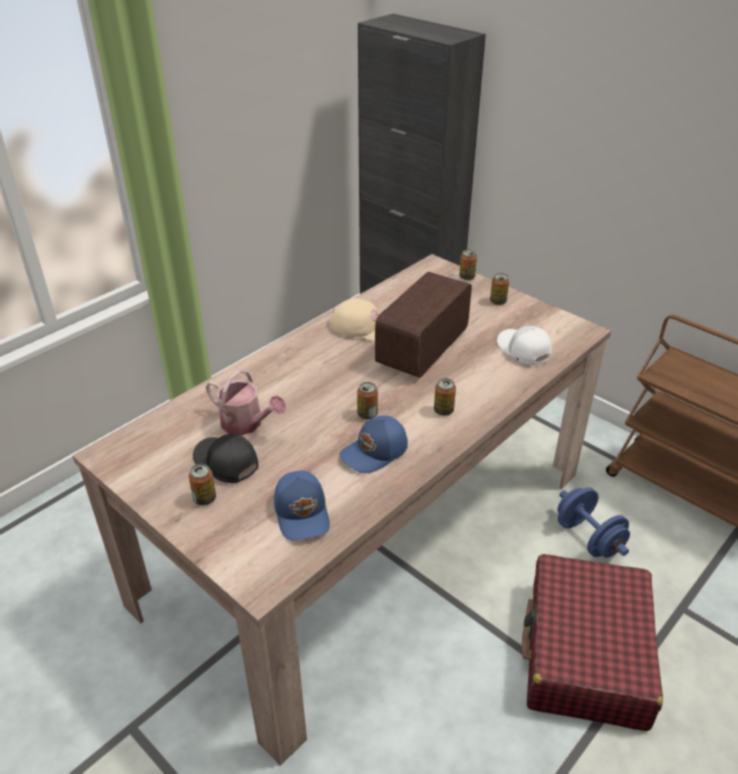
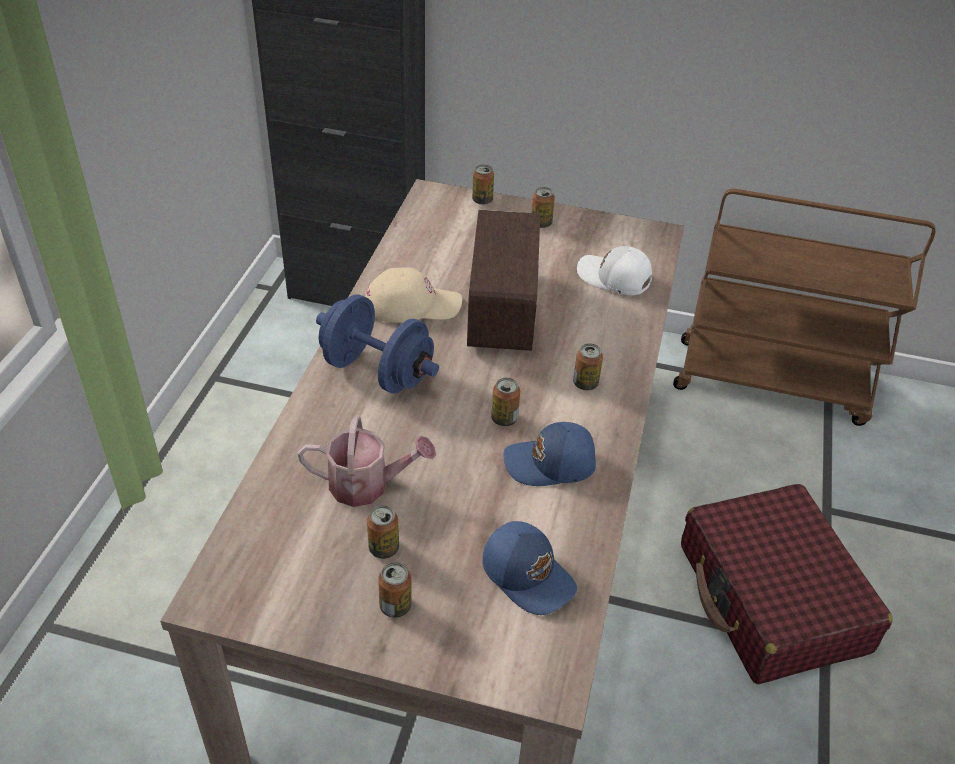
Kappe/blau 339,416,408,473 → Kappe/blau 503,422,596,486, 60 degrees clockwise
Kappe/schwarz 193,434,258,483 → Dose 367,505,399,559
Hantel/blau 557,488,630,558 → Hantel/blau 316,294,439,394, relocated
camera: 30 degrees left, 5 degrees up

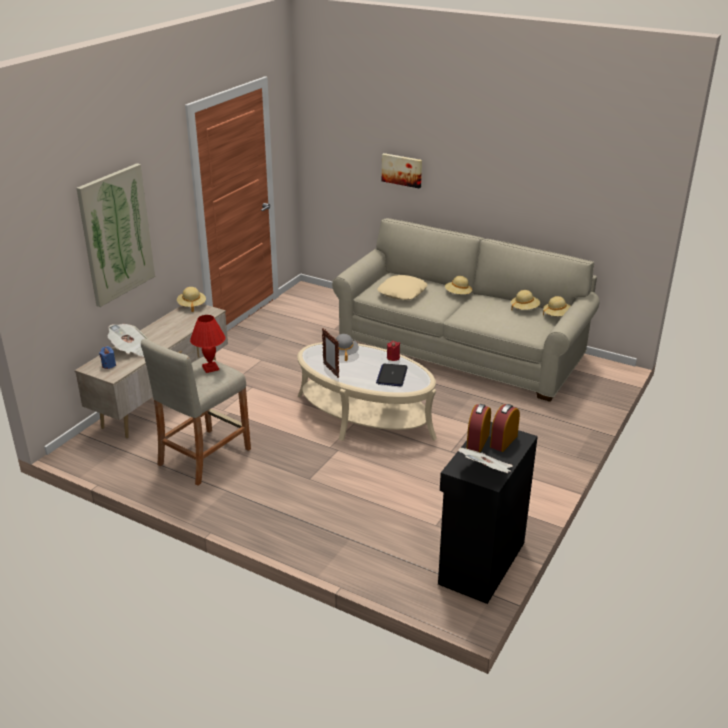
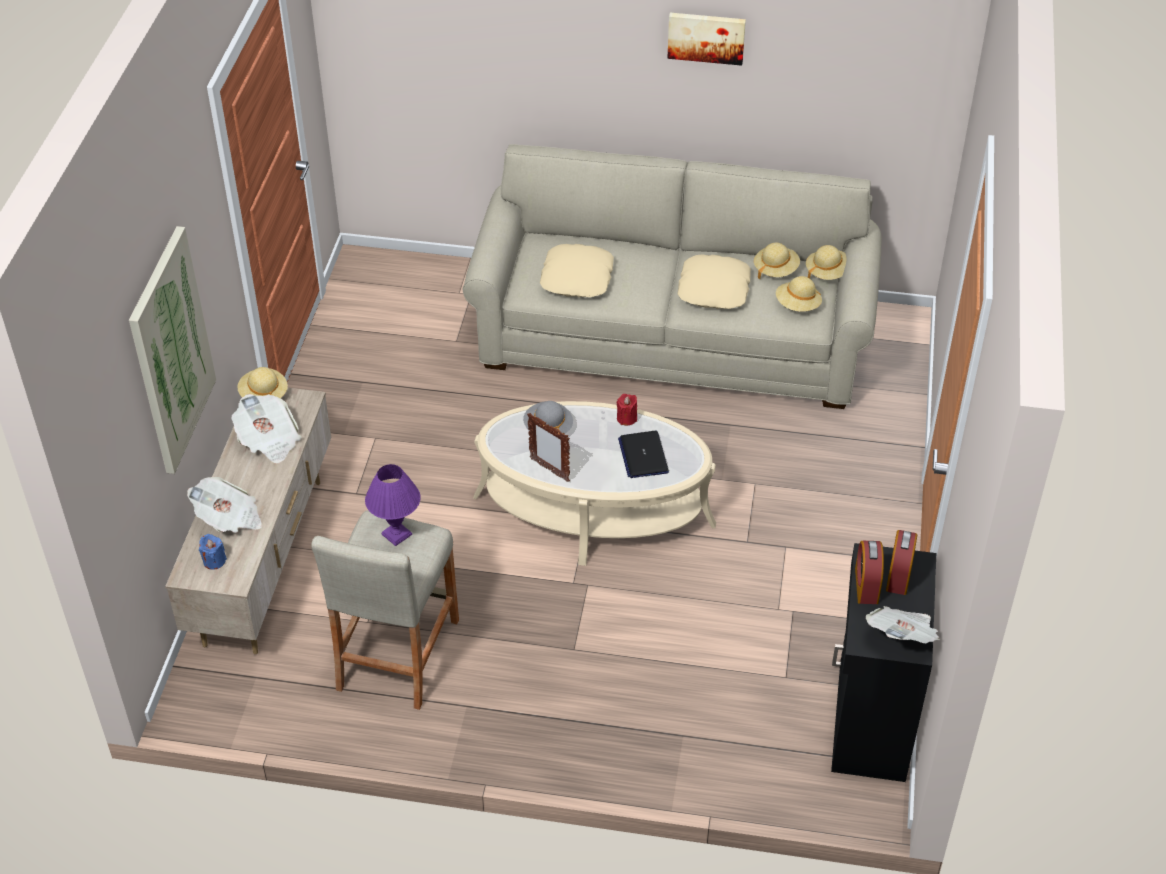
Bild 382,153,422,189 → Bild 667,13,746,66, relocated
Hut/beige 445,276,472,294 → Hut/beige 776,276,822,311, relocated
Tischlampe/rot 190,315,225,373 → Tischlampe/lila 365,464,421,546
- → Kissen/beige 677,254,751,309
- → Zeitung 231,394,302,463
camera: 20 degrees left, 15 degrees up

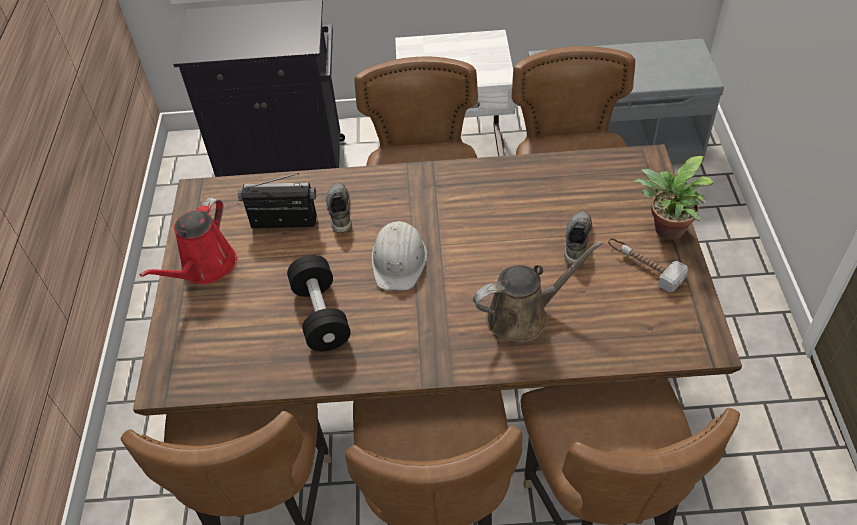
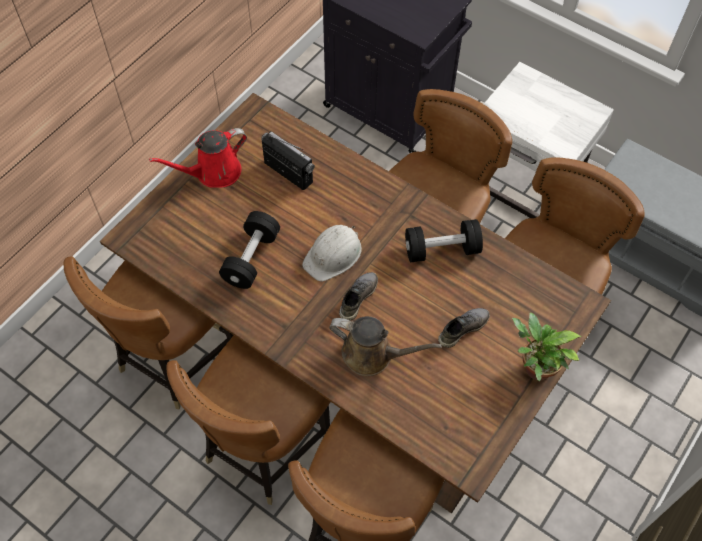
Schuh/grau 326,183,352,233 → Schuh/grau 339,272,378,321, relocated
Hammer 608,238,688,292 → -
- → Hantel/schwarz 405,219,483,262
camera: 35 degrees right, 10 degrees up

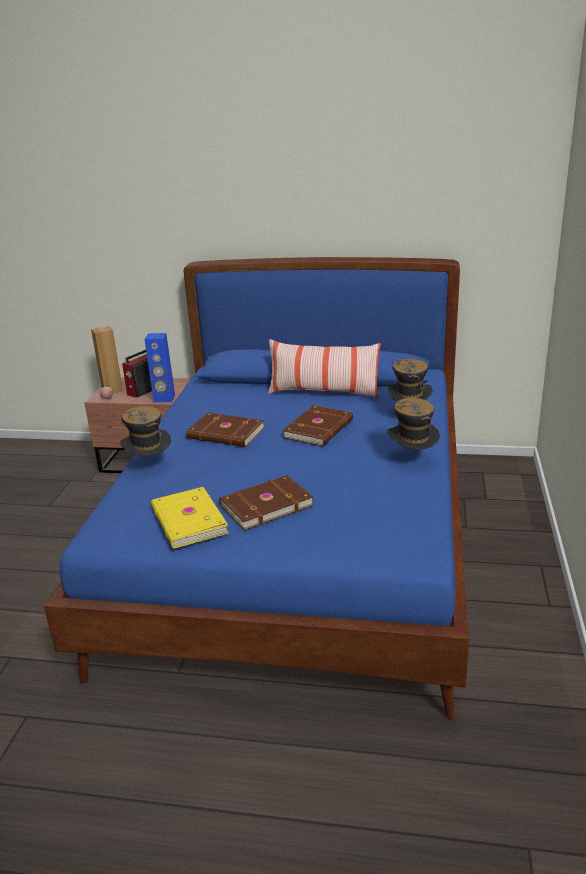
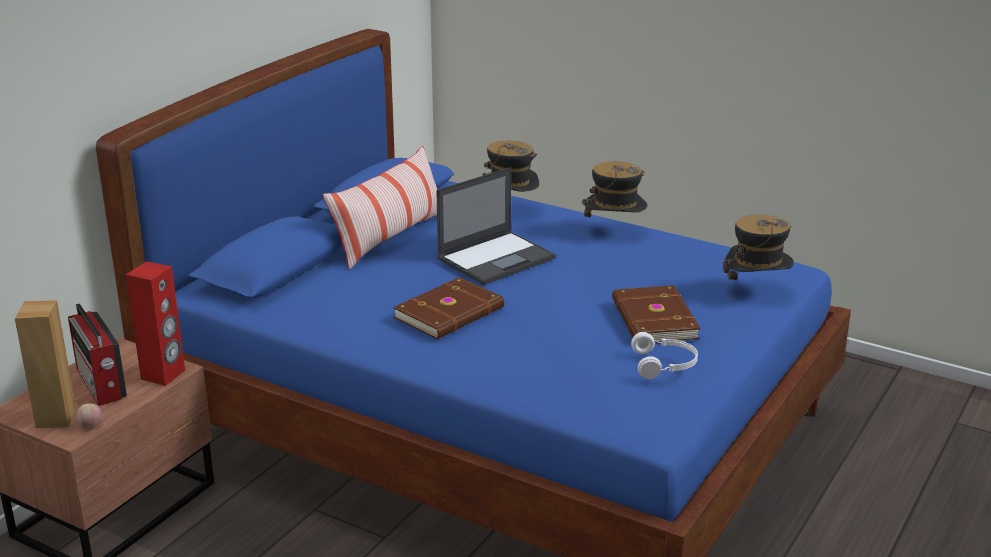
Lautsprecher/blau 144,333,175,403 → Lautsprecher/rot 126,261,185,386
Buch/braun 282,405,353,446 → Laptop 436,167,556,285
Hut 120,406,171,459 → Hut 723,215,794,300, relocated
Buch/gelb 151,487,228,549 → Kopfhörer/weiß 631,332,698,379
camera: 70 degrees left, 0 degrees up

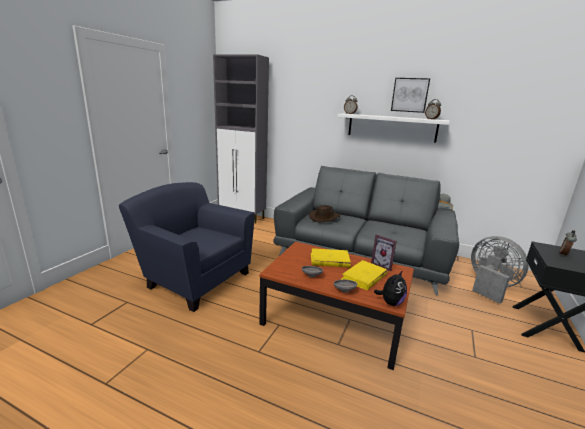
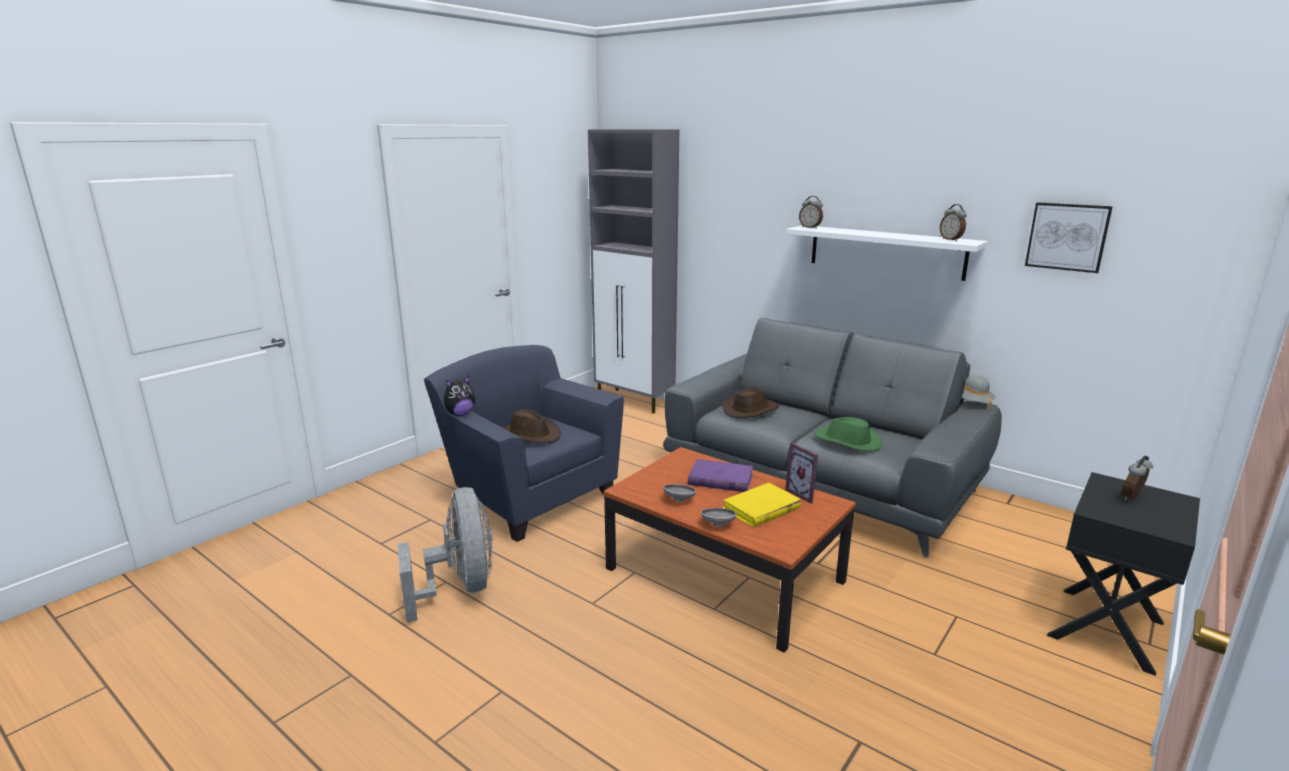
Bild 391,78,430,113 → Bild 1025,202,1113,273, relocated
Ventilator/grau 471,236,529,304 → Ventilator/grau 398,487,493,623, relocated
Buch/gelb 311,248,351,267 → Buch/lila 688,459,753,492
Plüschtier 374,270,407,306 → Plüschtier 444,376,475,416, relocated
- → Hut/braun 503,409,561,443
- → Hut/grün 814,417,882,451
camera: 15 degrees right, 0 degrees up

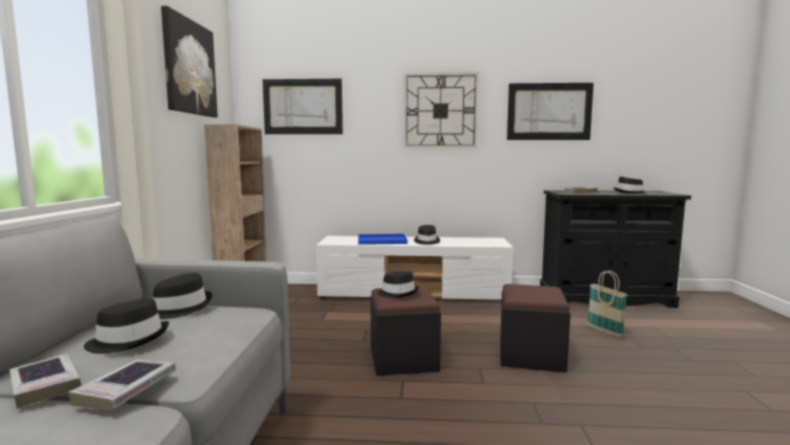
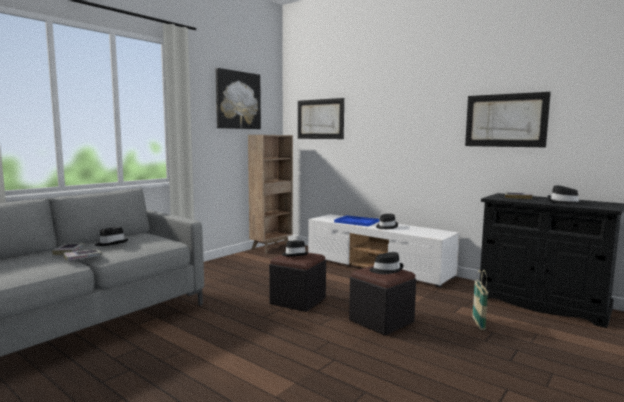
Wanduhr 404,72,479,148 → -
Hut/schwarz 153,273,212,319 → Hut/schwarz 369,252,404,274, relocated
camera: 35 degrees right, 0 degrees up

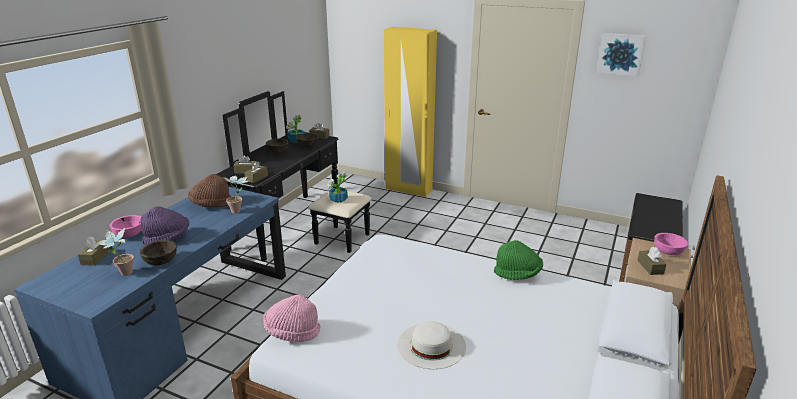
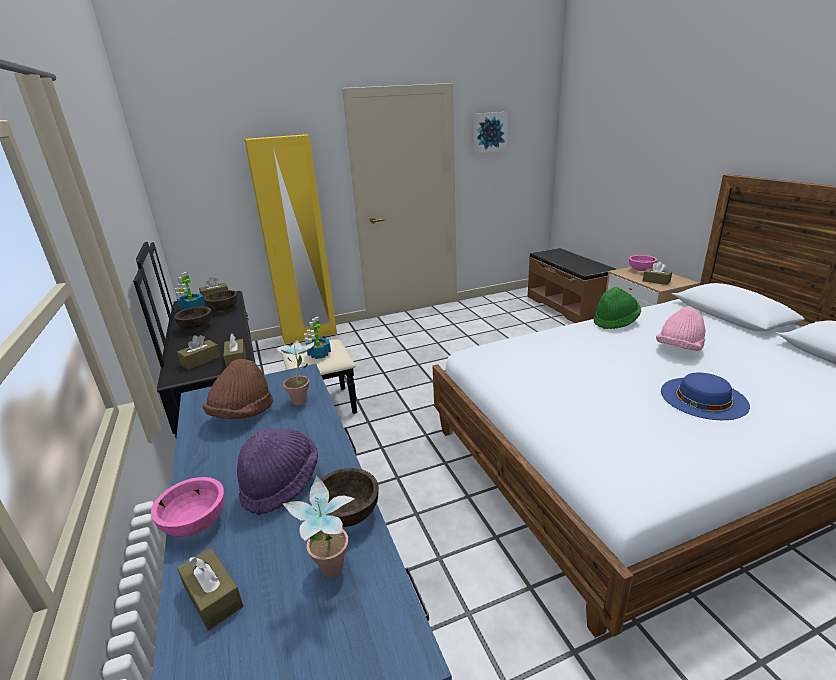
Hut/rosa 263,295,320,342 → Hut/rosa 656,306,705,351, relocated
Hut/weiß 397,321,466,369 → Hut/blau 661,373,750,420
camera: 45 degrees left, 0 degrees up

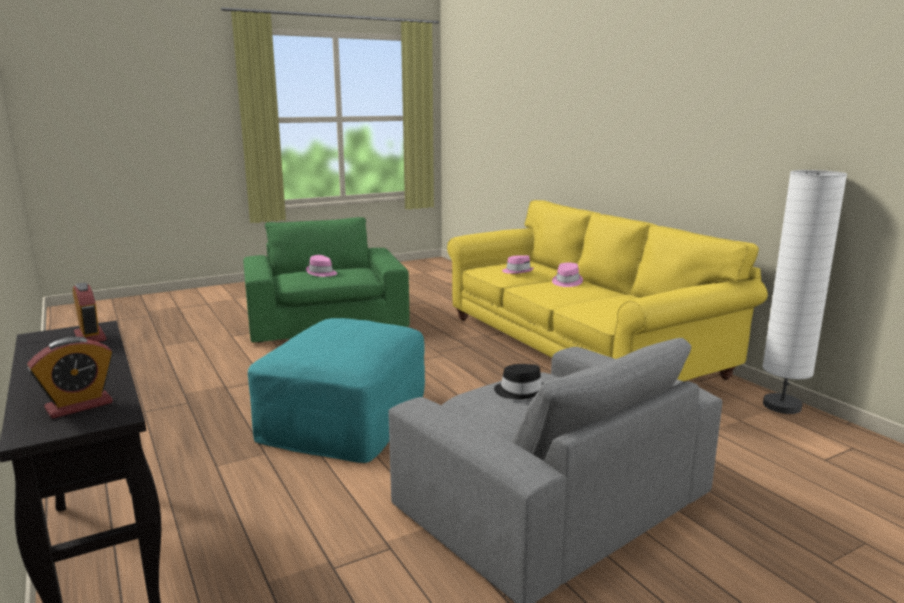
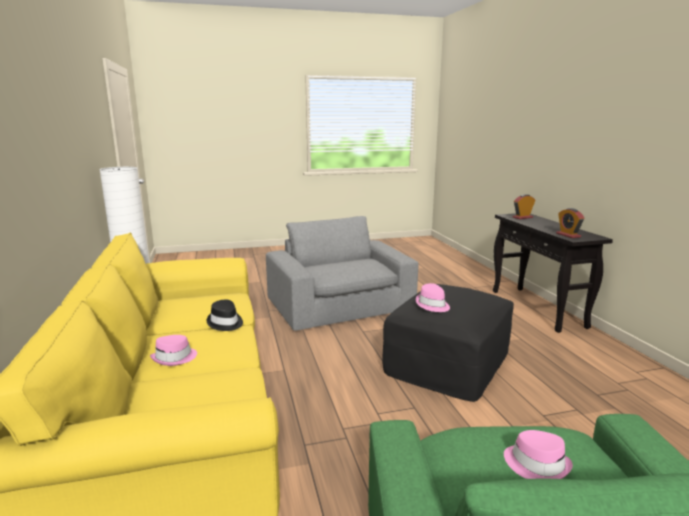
Hut/rosa 502,255,534,274 → Hut/rosa 416,283,450,312, relocated
Polsterhocker/türkis 248,318,425,463 → Polsterhocker/schwarz 382,284,514,402
Hut/schwarz 494,364,544,399 → Hut/schwarz 207,299,243,331, relocated
camera: 165 degrees left, 0 degrees up

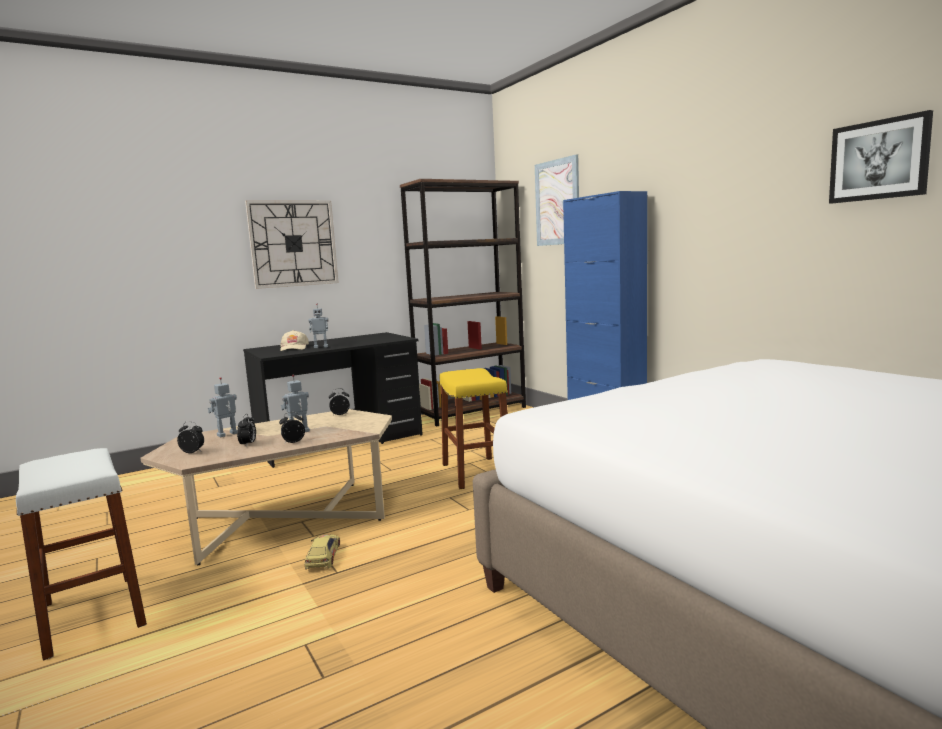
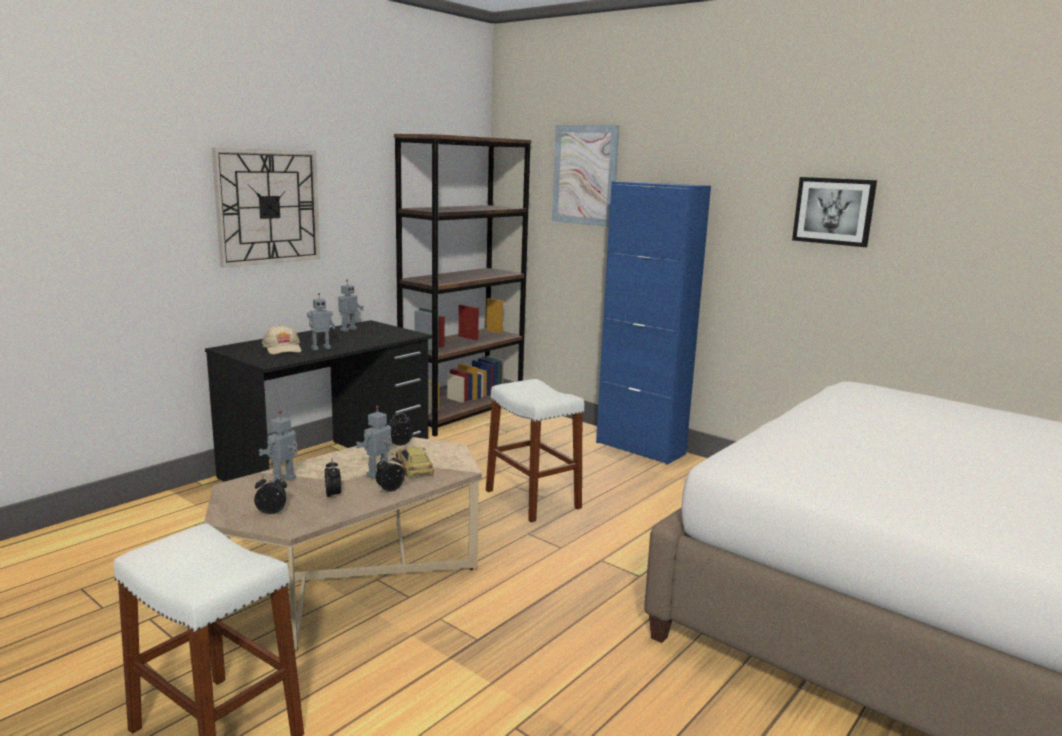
Bild 829,110,933,203 → Bild 792,177,877,247, relocated
Hocker/gelb 439,368,508,489 → Hocker/weiß 486,379,584,522
Spielzeugauto 304,534,340,570 → Spielzeugauto 396,447,434,478, relocated
- → Spielzeugroboter 338,280,364,332
camera: 20 degrees left, 5 degrees up

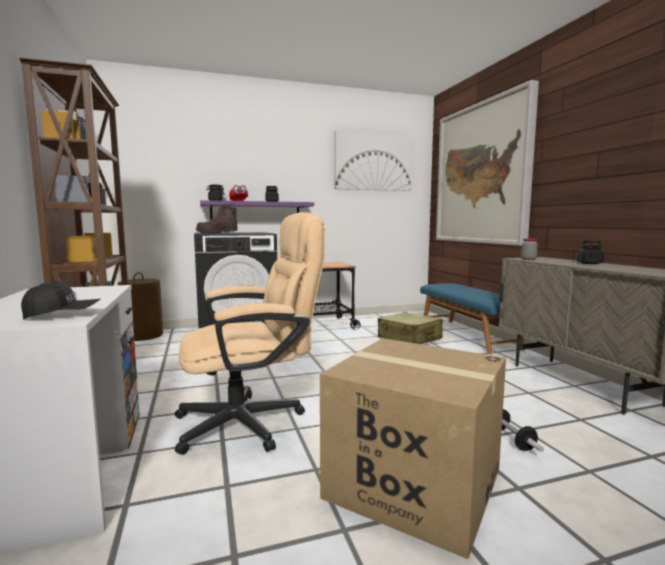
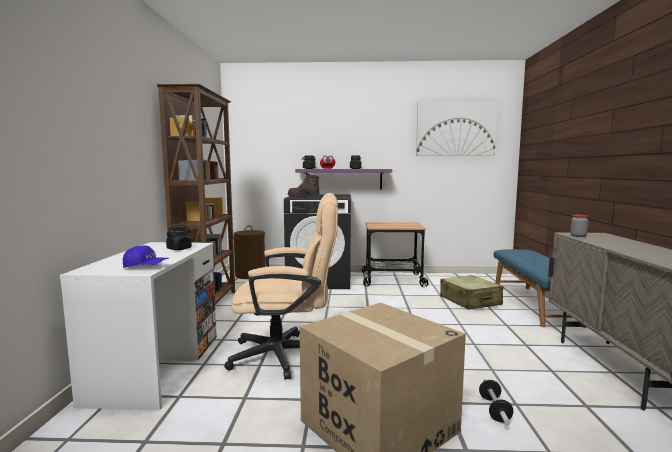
Bild 436,80,539,246 → -
Vorratsglas/schwarz 577,240,604,264 → Vorratsglas/schwarz 166,226,192,250, relocated
Kappe/schwarz 21,281,101,319 → Kappe/blau 123,245,168,268
camera: 20 degrees right, 0 degrees up

